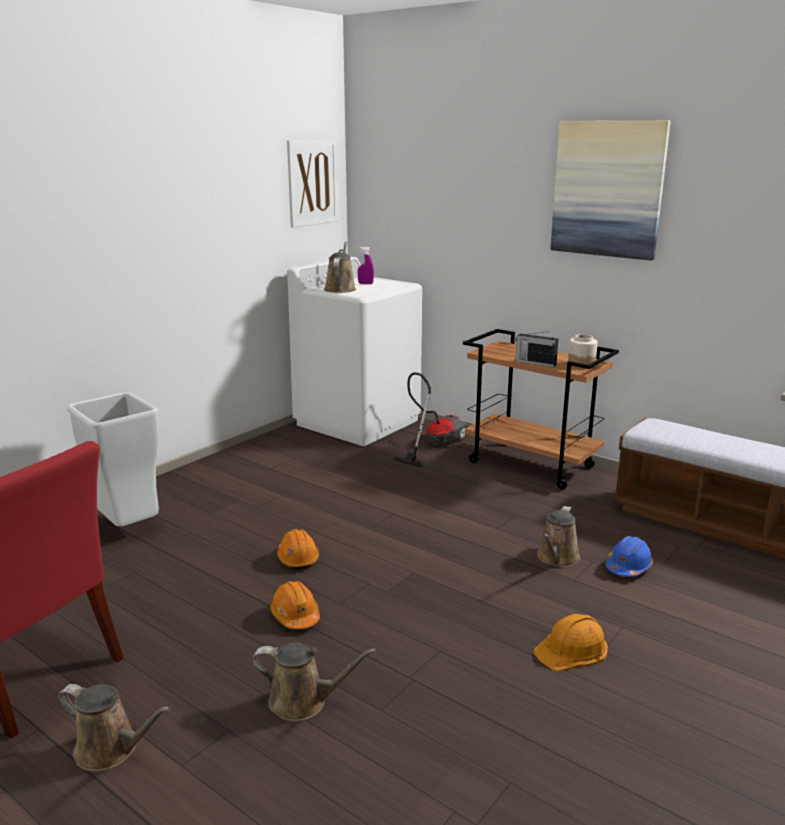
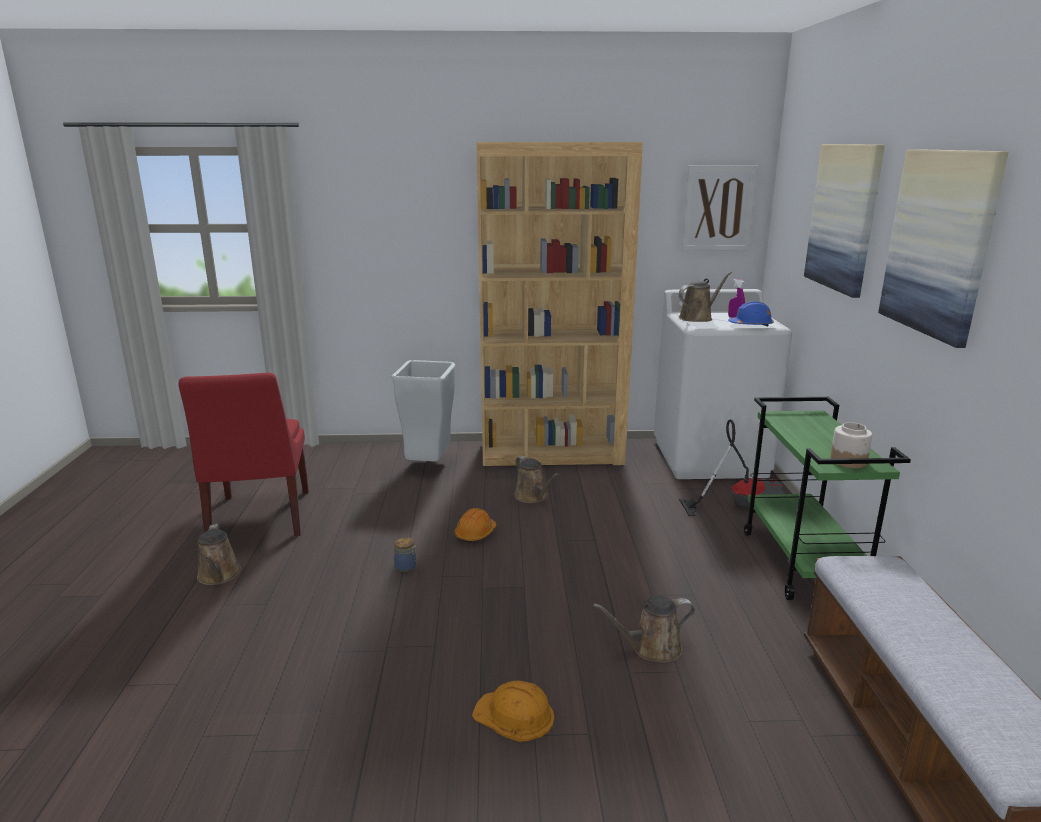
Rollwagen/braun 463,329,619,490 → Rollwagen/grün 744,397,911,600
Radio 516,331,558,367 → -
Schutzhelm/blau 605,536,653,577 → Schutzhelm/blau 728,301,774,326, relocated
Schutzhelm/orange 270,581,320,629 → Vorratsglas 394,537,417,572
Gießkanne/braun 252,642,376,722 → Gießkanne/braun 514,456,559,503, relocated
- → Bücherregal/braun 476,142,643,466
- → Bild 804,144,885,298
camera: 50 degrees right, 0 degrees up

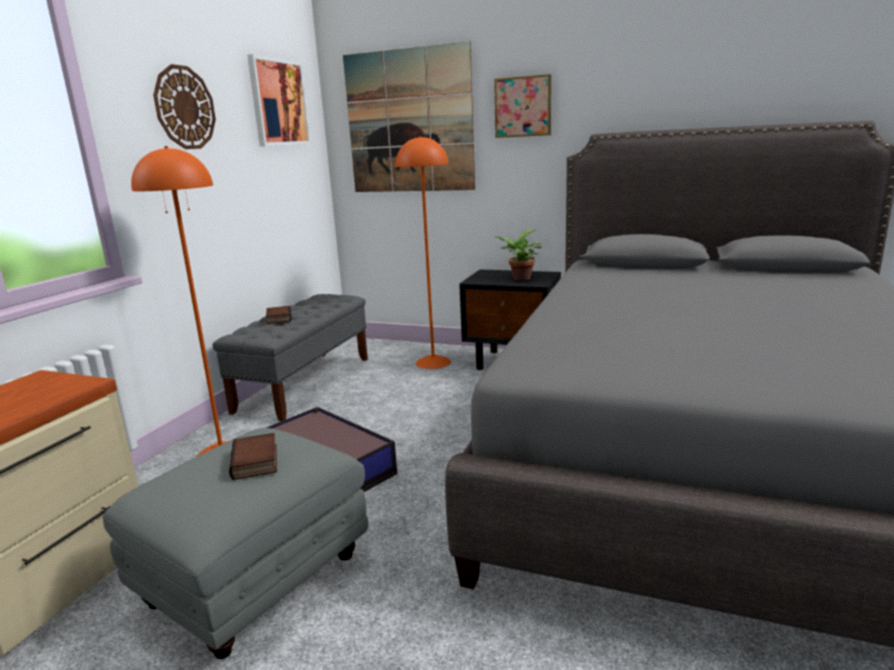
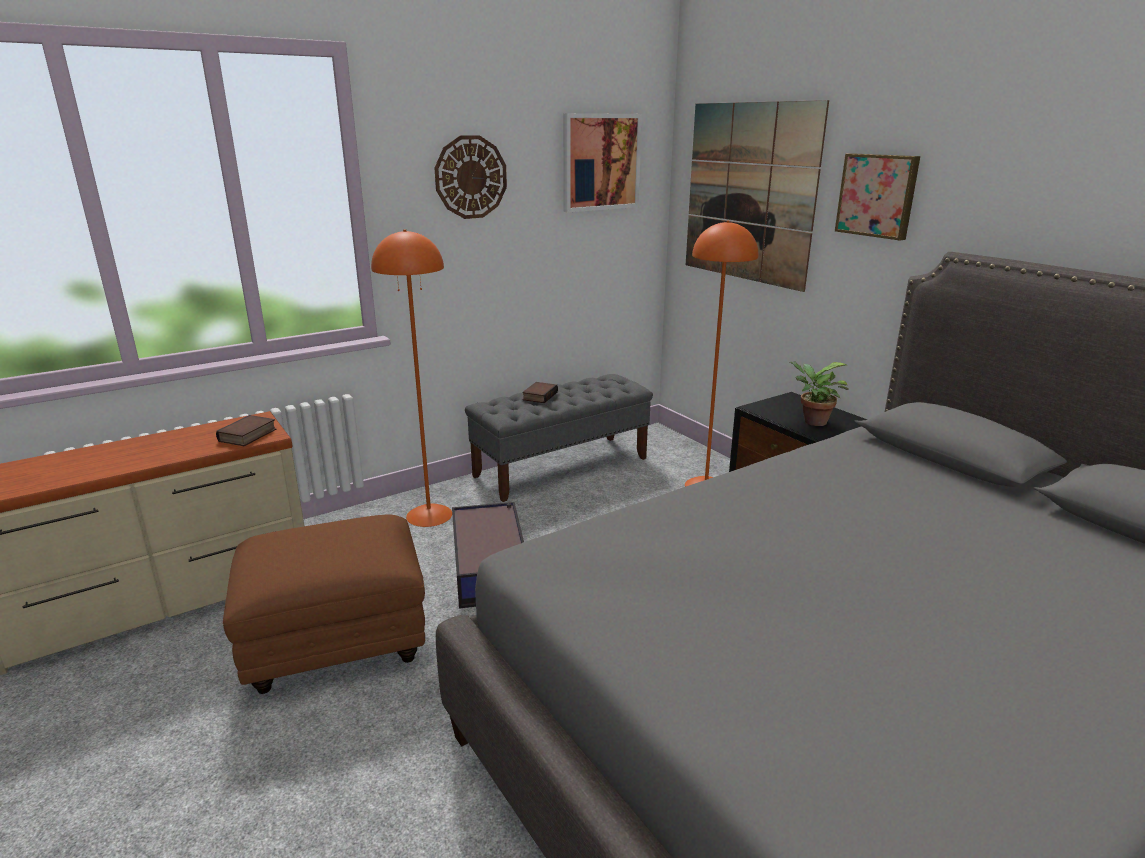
Polsterhocker/grau 102,428,368,659 → Polsterhocker/braun 223,515,425,694
Buch 229,433,277,480 → Buch 216,415,276,446, relocated
camera: 35 degrees right, 5 degrees up

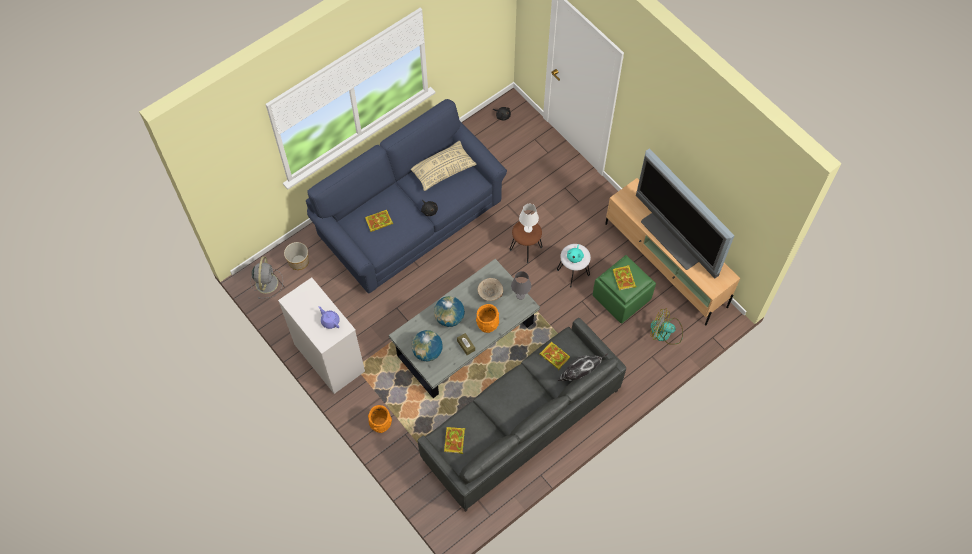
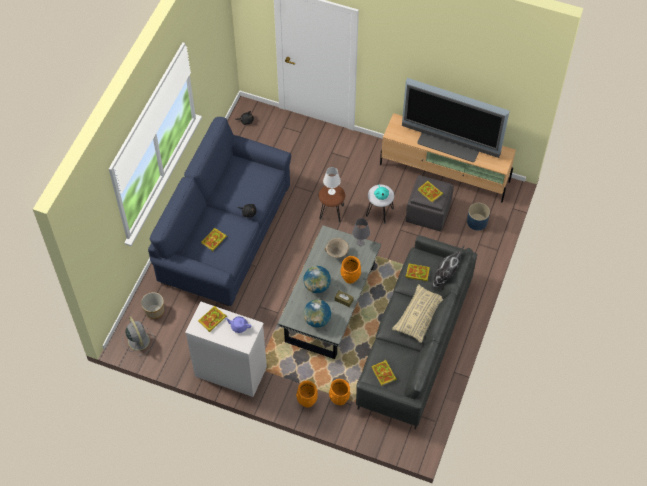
Kissen/beige 411,141,476,191 → Kissen/beige 392,284,443,343, relocated
Polsterhocker/grün 593,255,656,324 → Polsterhocker/grau 406,175,454,231
Ventilator 650,309,683,345 → Pflanzkübel/blau 467,203,490,231
- → Buch 198,306,227,332
- → Vase/orange 329,379,350,405
camera: 30 degrees left, 5 degrees down

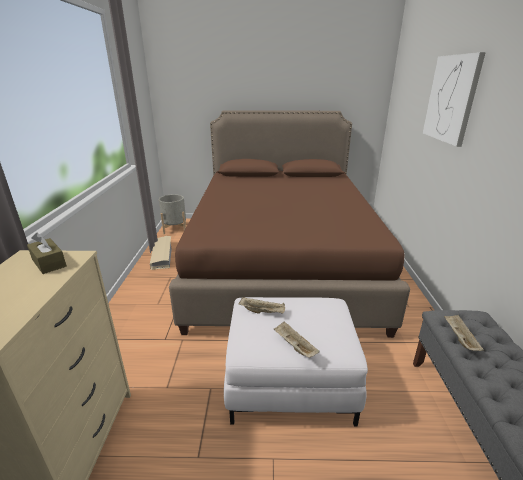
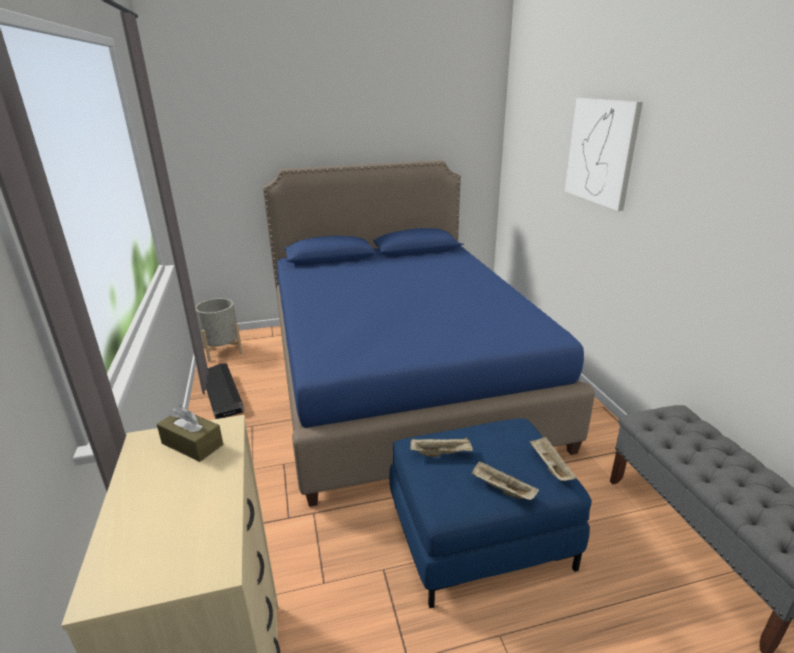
Bett/braun 169,110,410,338 → Bett/blau 263,160,595,507
Aufbewahrungsbox/beige 150,236,171,270 → Aufbewahrungsbox/schwarz 206,363,244,419
Polsterhocker/weiß 224,297,368,426 → Polsterhocker/blau 389,419,592,608
Tablett/beige 444,315,484,351 → Tablett/beige 530,436,577,481, relocated
camera: 15 degrees left, 0 degrees up

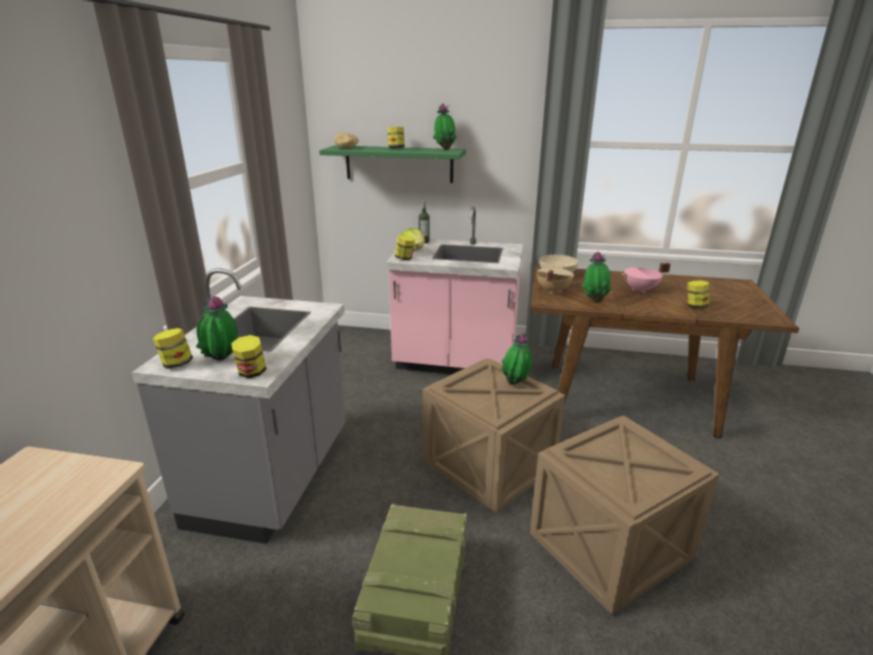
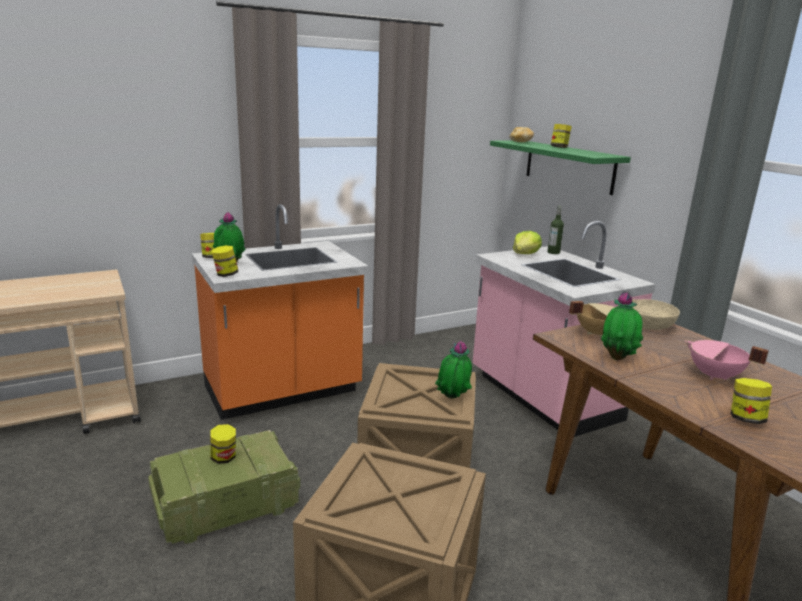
Topfpflanze 433,104,457,150 → -
Vorratsglas 395,235,415,260 → Vorratsglas 210,424,236,464, relocated
Küchenzeile/grau 132,268,346,544 → Küchenzeile/orange 192,204,368,420
camera: 50 degrees right, 5 degrees down

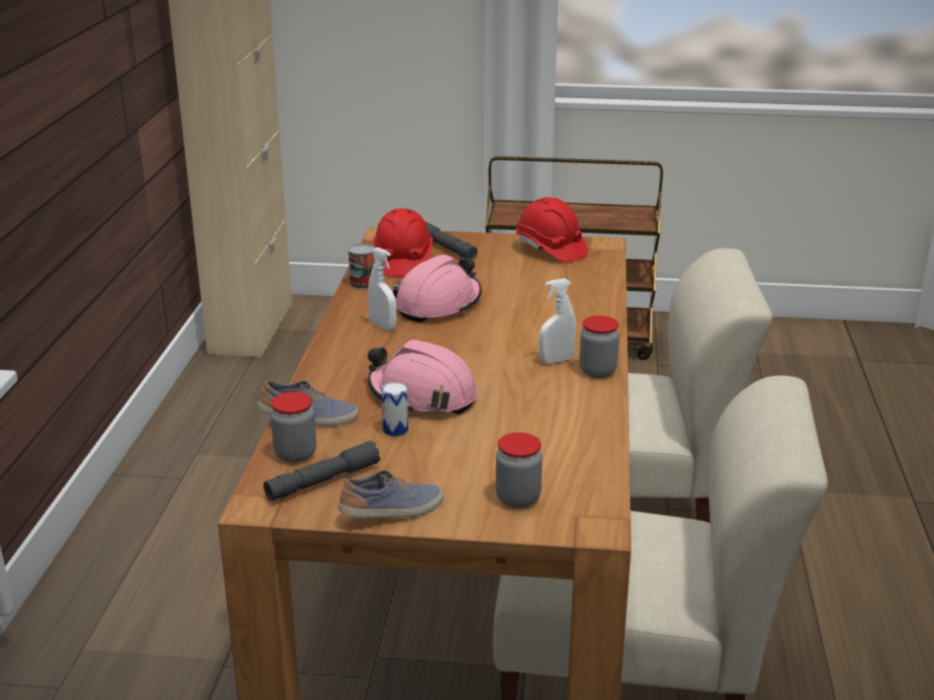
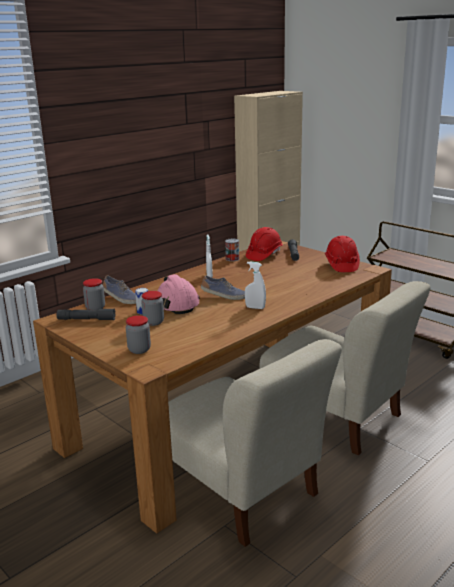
Schutzhelm/rosa 393,255,482,322 → -
Vorratsglas 579,315,619,378 → Vorratsglas 141,291,164,326, relocated
Schuh 338,470,444,518 → Schuh 201,275,245,300, relocated
camera: 40 degrees right, 5 degrees down

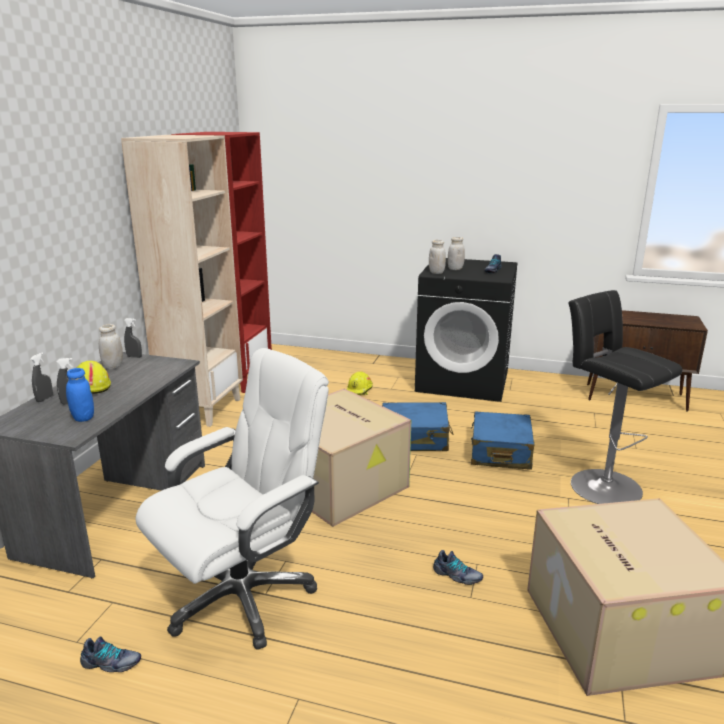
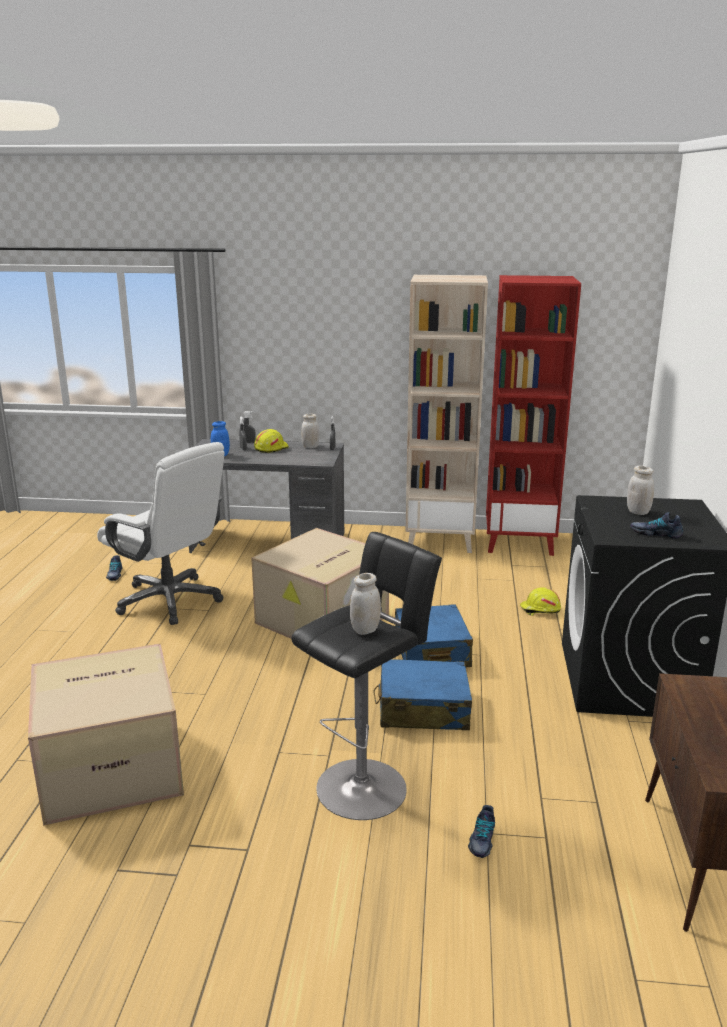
Vorratsglas/weiß 429,240,446,274 → Vorratsglas/weiß 350,573,381,635, relocated
Schuh 433,550,483,585 → Schuh 468,805,495,858, relocated
camera: 80 degrees right, 0 degrees up

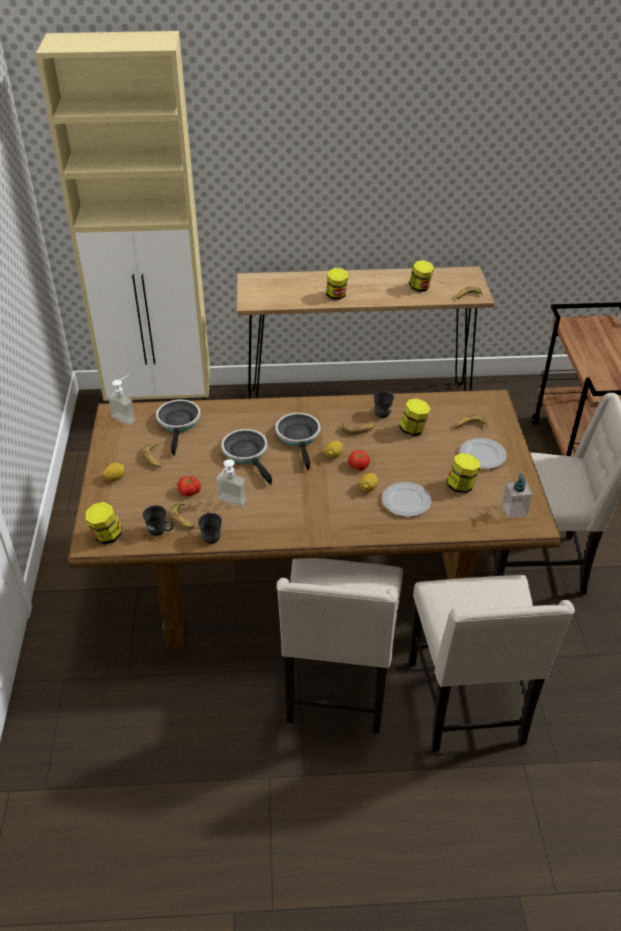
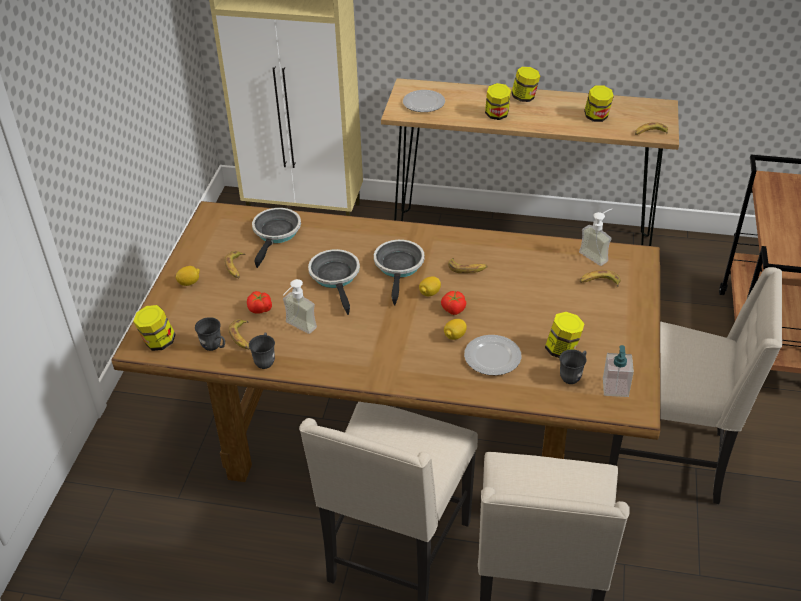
Seifenspender 107,375,136,425 → Seifenspender 579,209,612,266, relocated
Henkelbecher/grau 374,391,394,418 → Henkelbecher/grau 559,349,586,384, relocated
Vorratsglas 399,399,431,436 → Vorratsglas 511,67,540,102, relocated
Teller 460,438,507,469 → Teller 403,90,445,112, relocated
camera: 15 degrees right, 0 degrees up

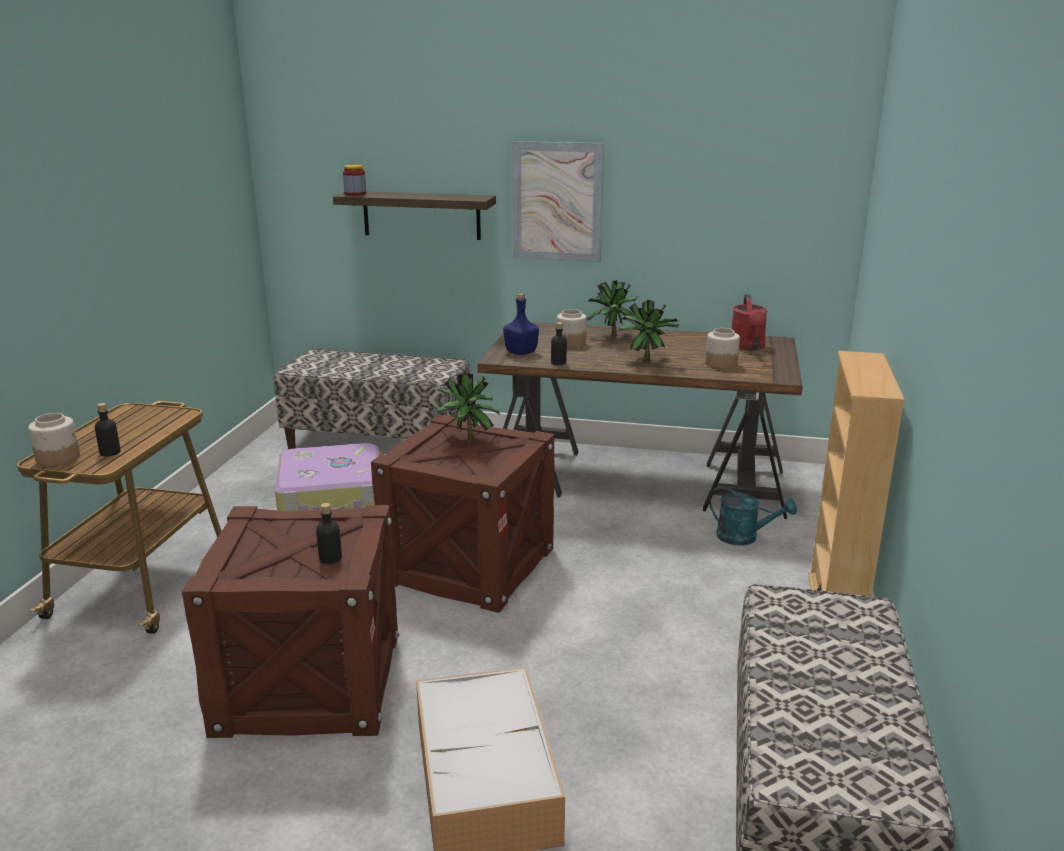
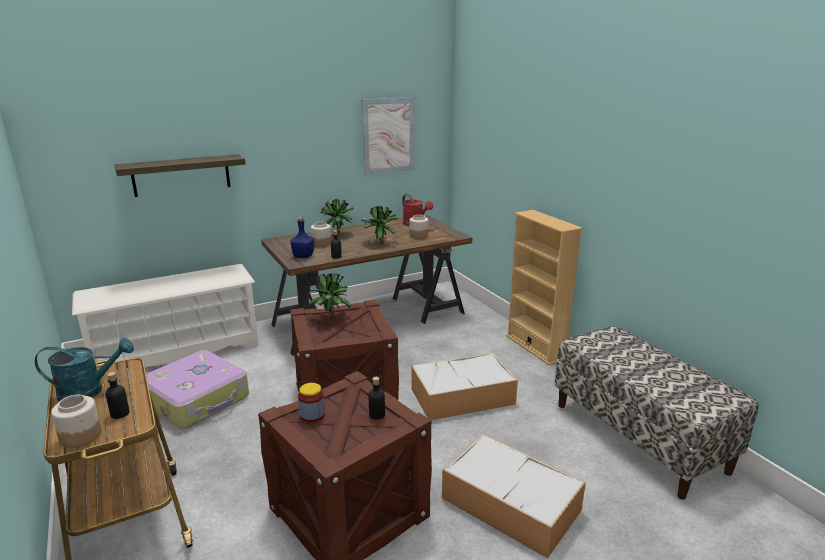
Bild 512,141,604,262 → Bild 361,97,415,175, relocated
Vorratsglas 343,165,366,196 → Vorratsglas 298,383,325,422, relocated
Bank 274,349,470,449 → Schuhregal/weiß 72,264,259,381
Gießkanne/türkis 709,486,797,546 → Gießkanne/türkis 35,338,134,401, relocated
- → Aufbewahrungsbox 411,352,518,420
camera: 40 degrees left, 0 degrees up

